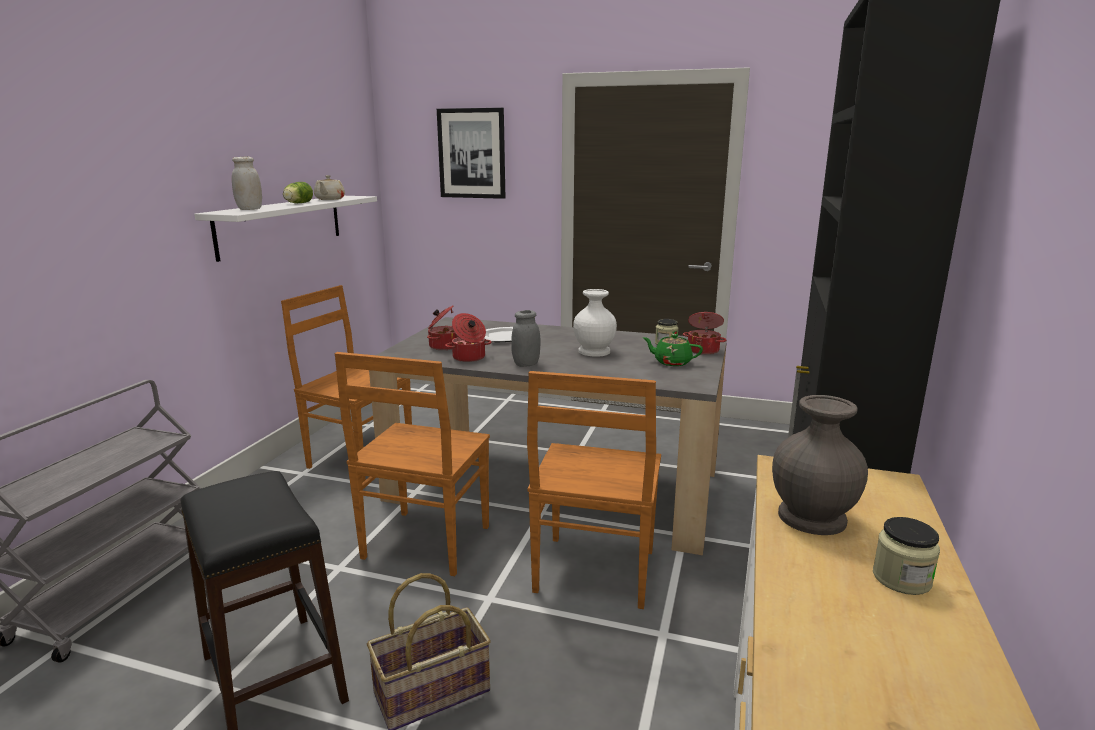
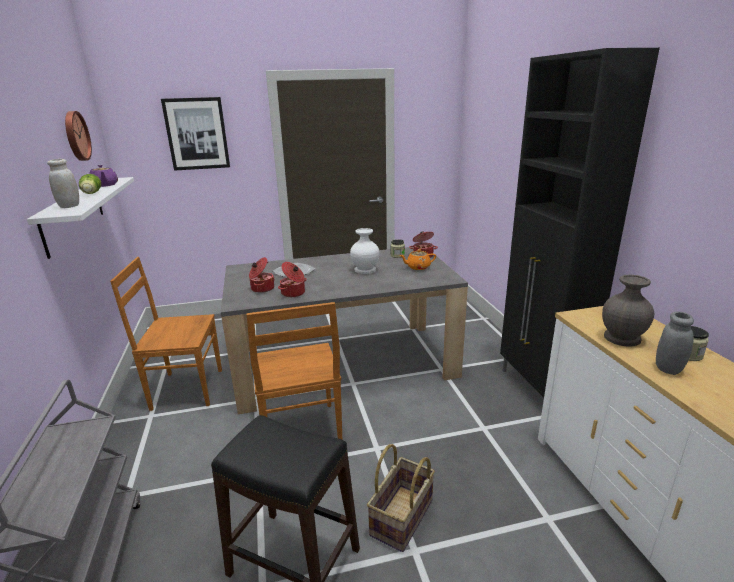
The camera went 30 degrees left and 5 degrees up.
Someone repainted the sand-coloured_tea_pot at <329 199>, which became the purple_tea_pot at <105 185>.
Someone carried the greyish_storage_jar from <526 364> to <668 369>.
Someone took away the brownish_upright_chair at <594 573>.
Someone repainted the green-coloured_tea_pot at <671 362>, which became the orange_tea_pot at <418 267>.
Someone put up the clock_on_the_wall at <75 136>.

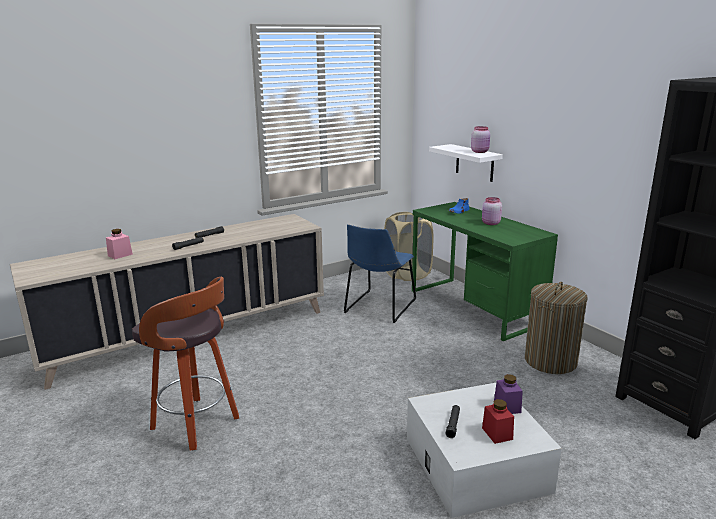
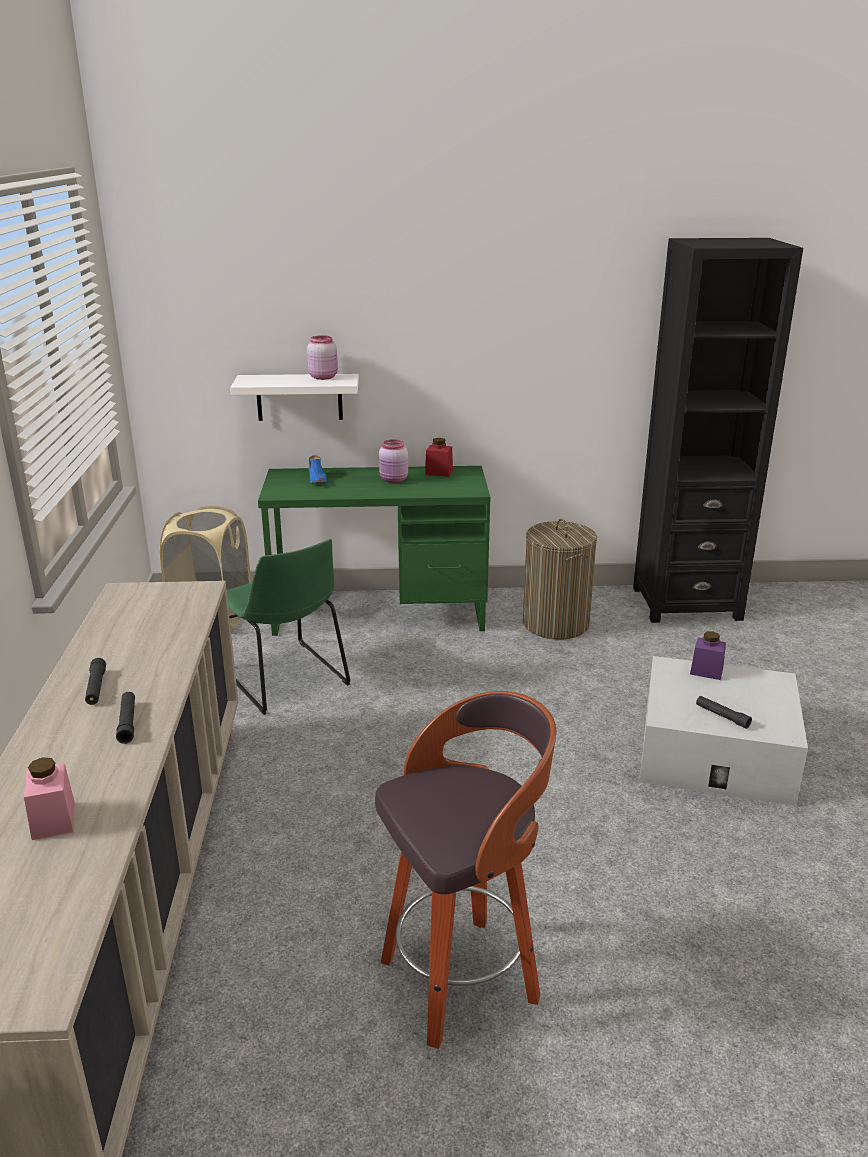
The camera went 60 degrees left and 5 degrees up.
Someone repainted the blue-coloured_upright_chair at <379 307>, which became the green-coloured_upright_chair at <286 679>.
Someone carried the red_storage_jar from <497 433> to <439 472>.

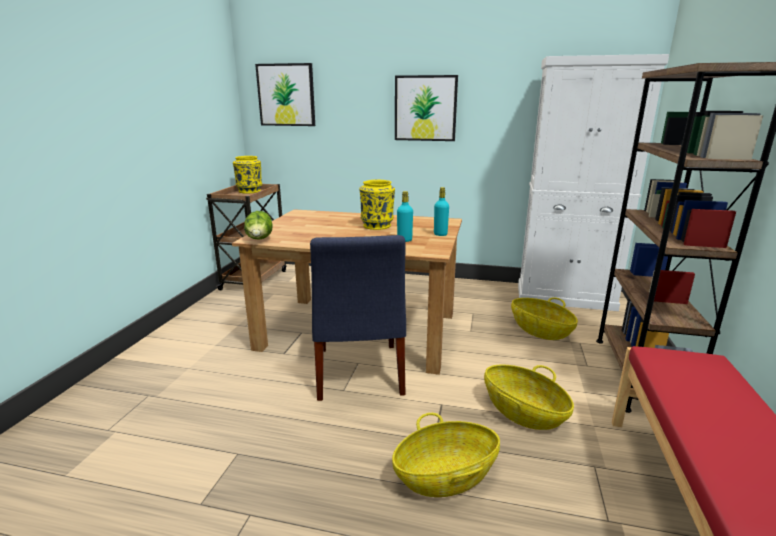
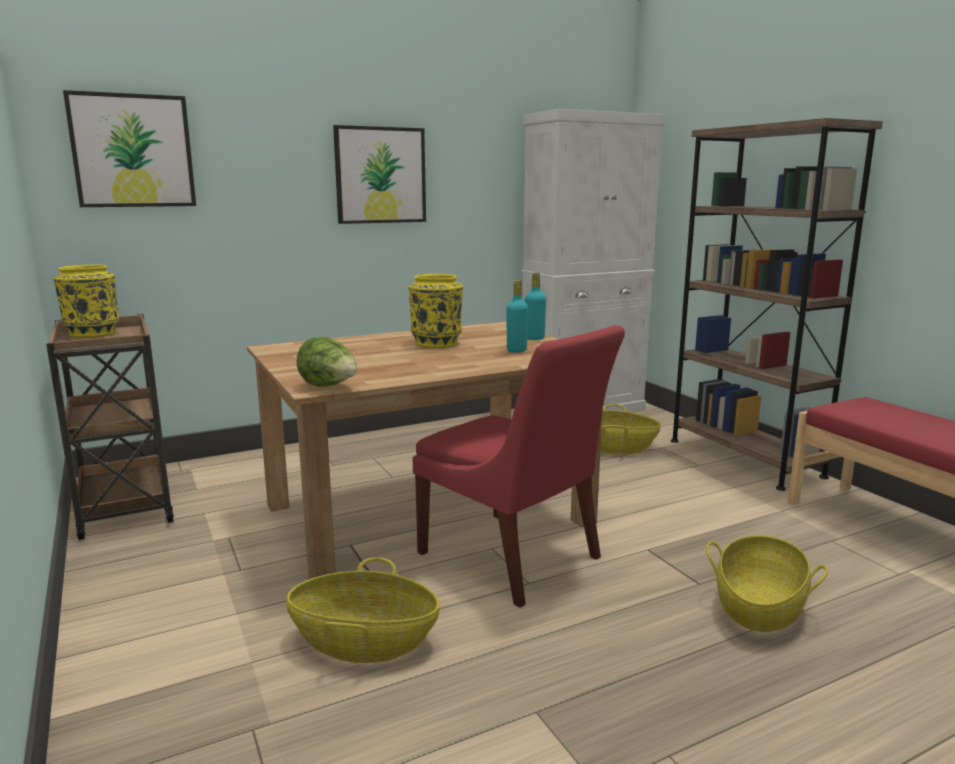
The camera went 40 degrees left and 5 degrees down.
Someone repainted the blue-coloured_upright_chair at <358 374>, which became the red_upright_chair at <513 559>.
Someone carried the storage_basket from <523 412> to <364 642>.

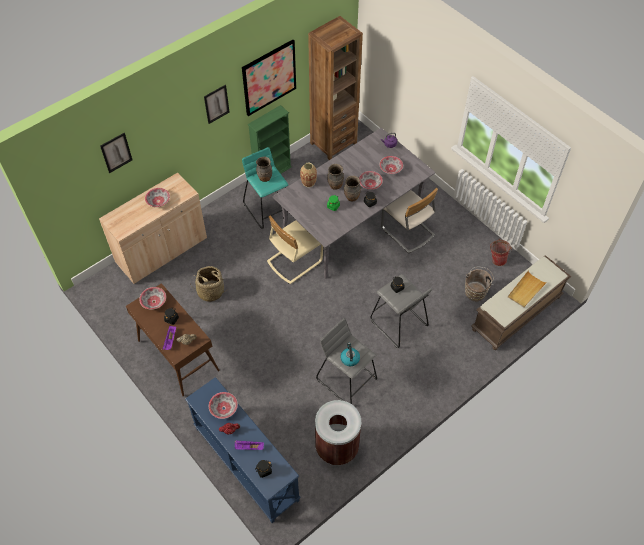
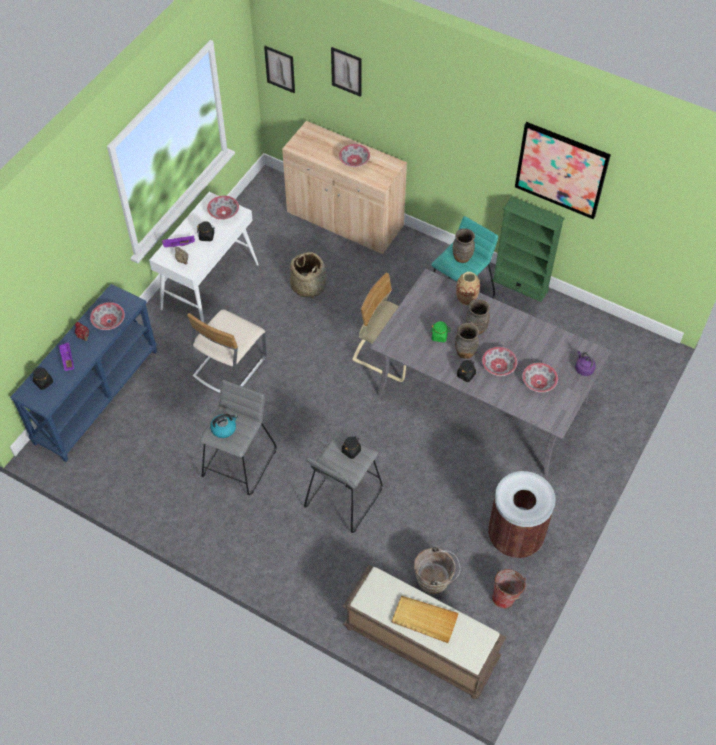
The camera went 70 degrees right and 0 degrees up.
Someone repainted the brownish_console_table at <177 355>, which became the white_console_table at <210 286>.
Someone carried the wall_art from <216 104> to <280 69>.
Someone took away the brownish_shelving_unit at <333 143>.
Someone carried the brownish_rubbish_bin from <336 447> to <515 536>.
Someone carried the sand-coloured_upright_chair from <407 232> to <229 367>.

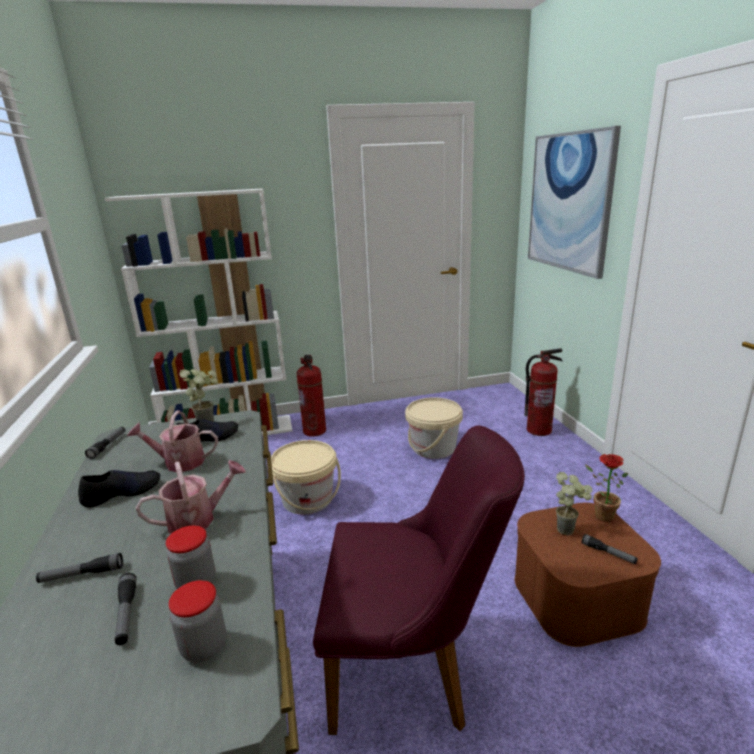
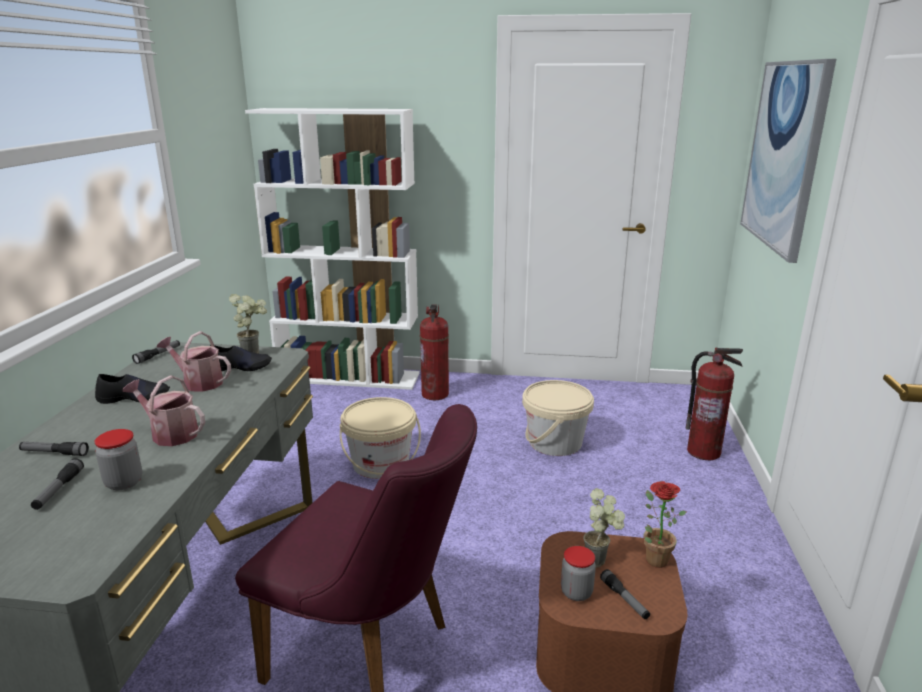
The camera went 20 degrees right and 0 degrees up.
Someone rotated the sprinkling_can at <198 519> by 150 degrees counterclockwise.
Someone carried the storage_jar from <204 646> to <576 592>.

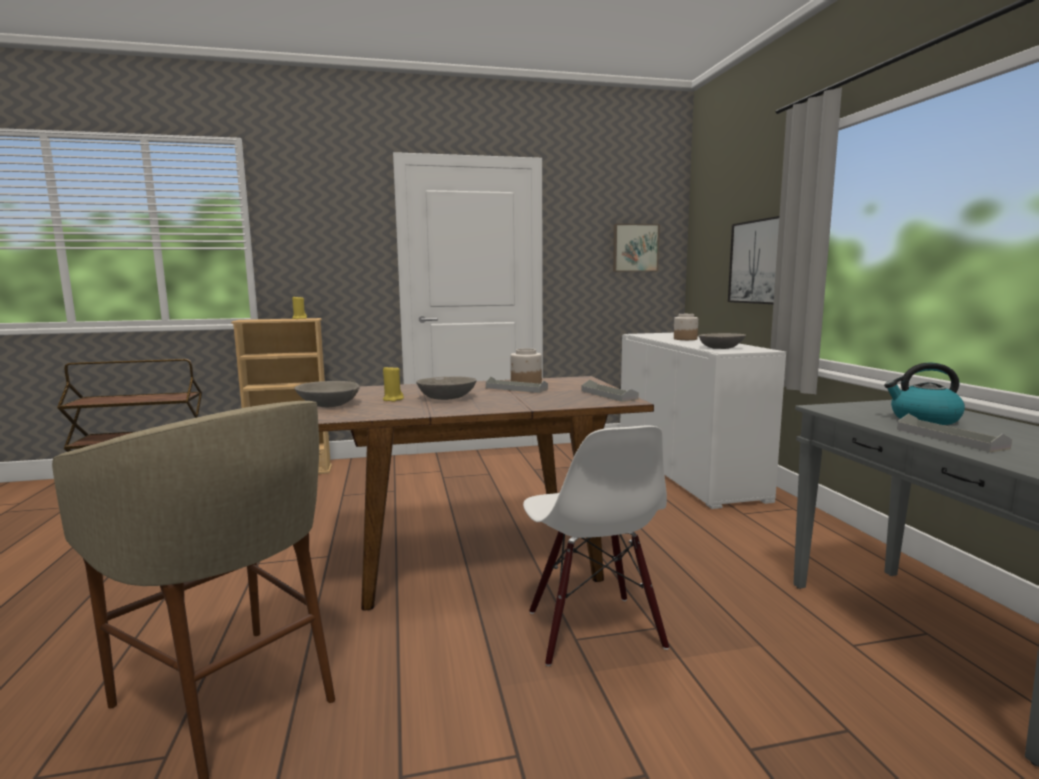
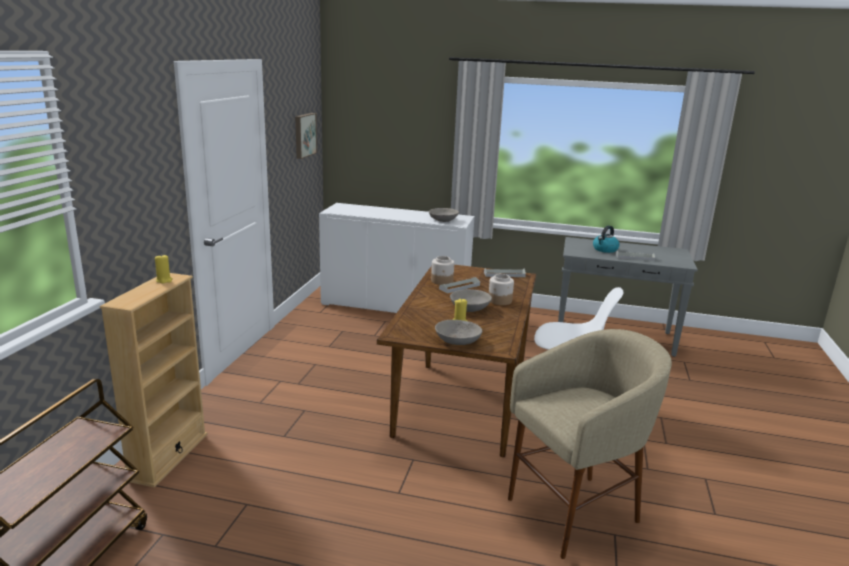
The camera went 65 degrees left and 10 degrees up.
Someone carried the storage_jar from <685 339> to <500 301>.
Someone took away the wall_art at <757 262>.

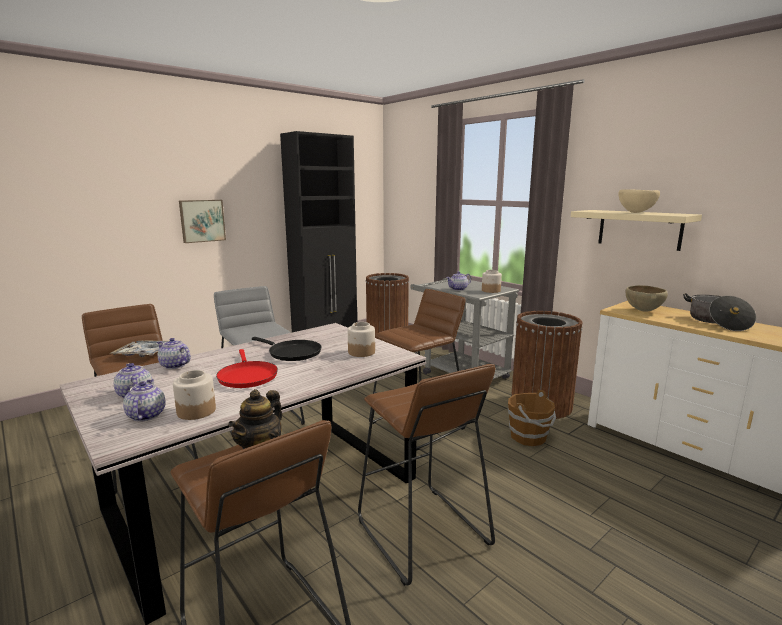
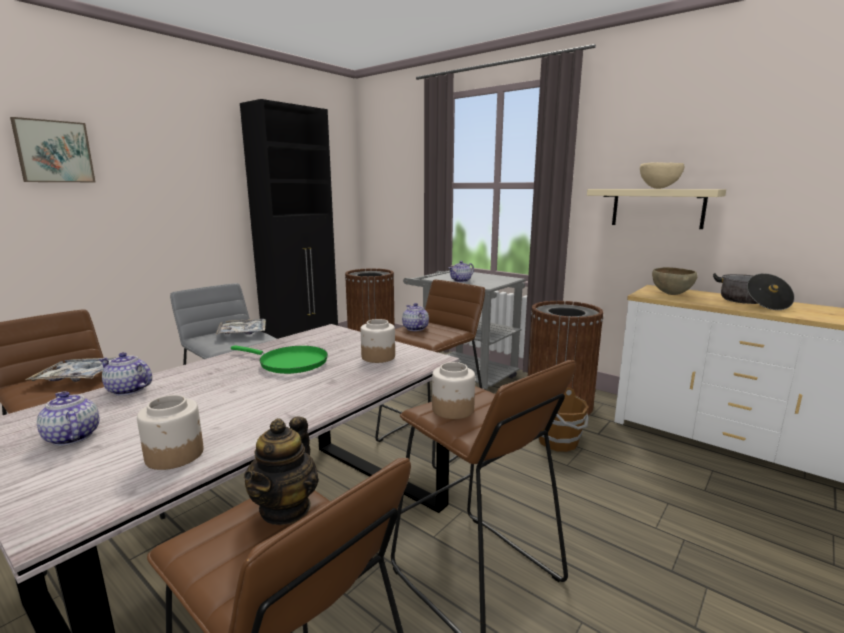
The camera went 10 degrees left and 0 degrees up.
Someone carried the tea_pot from <146 415> to <415 328>.
Someone carried the wall_art from <202 220> to <54 152>.
Someone took away the red_skillet at <247 376>.
Someone repainted the black_skillet at <292 353>, which became the green-coloured_skillet at <289 363>.
Someone carried the storage_jar from <490 290> to <452 409>.
Someone put down the carrying_tray at <242 332>.

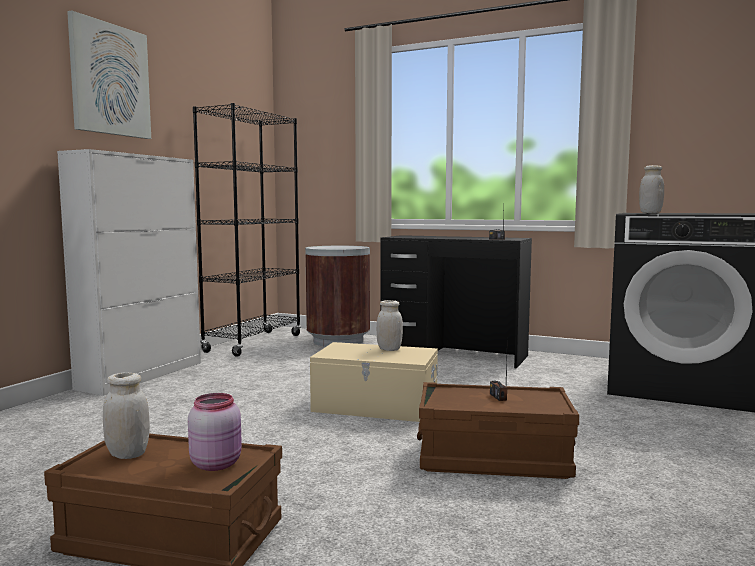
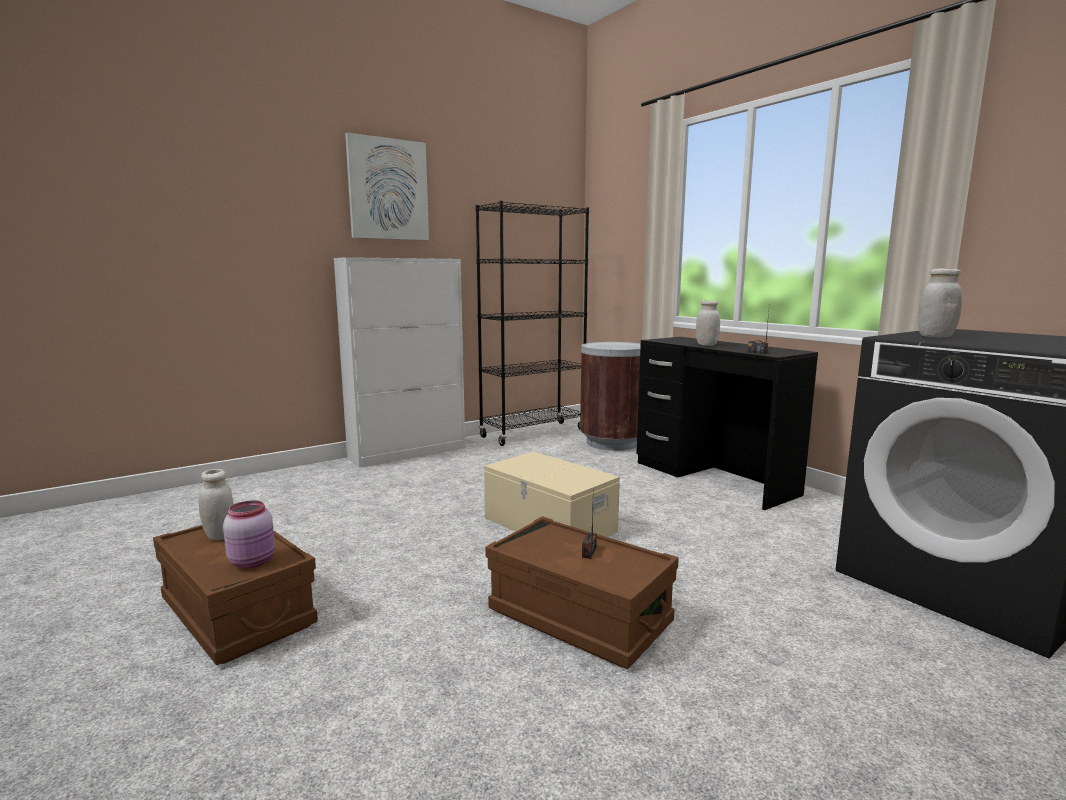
The camera went 30 degrees right and 5 degrees up.
Someone carried the white_storage_jar from <389 349> to <706 345>.

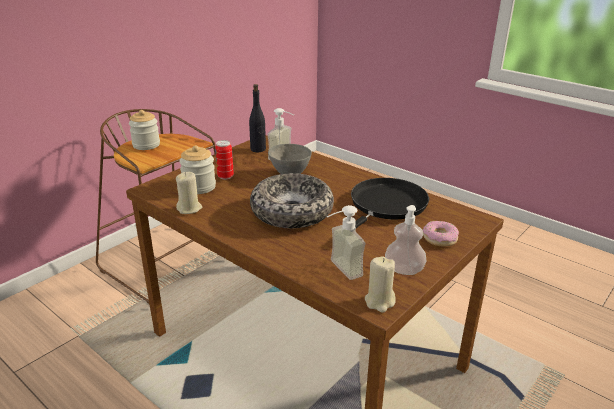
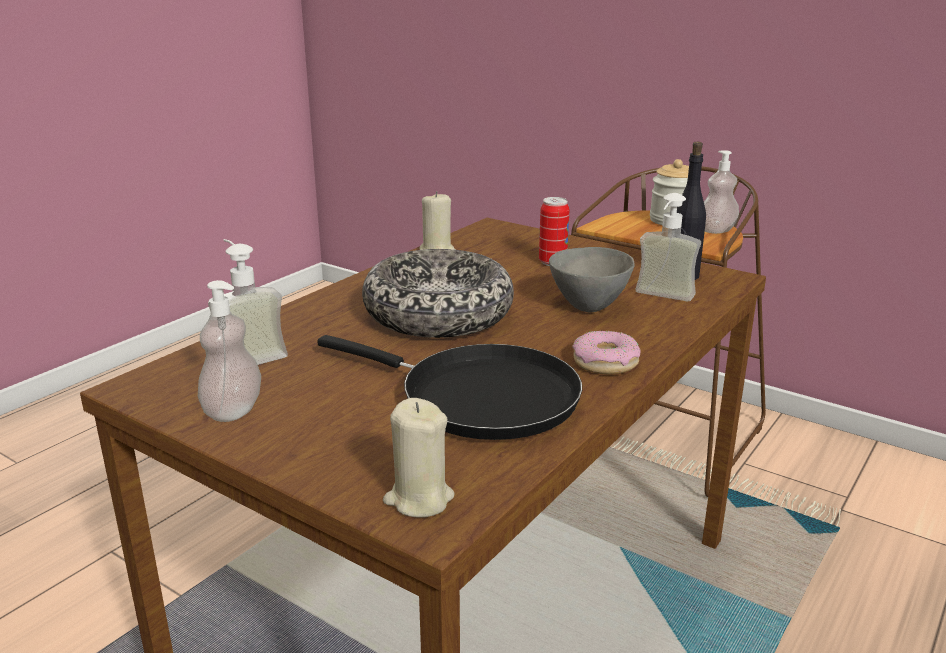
The camera went 85 degrees right and 5 degrees down.
Someone took away the storage_jar at <199 187>.
Someone carried the sand-coloured_wax_candle from <379 301> to <418 499>.
Someone carried the ring_doughnut from <440 238> to <605 362>.
Someone put down the soap_bottle at <716 230>.

